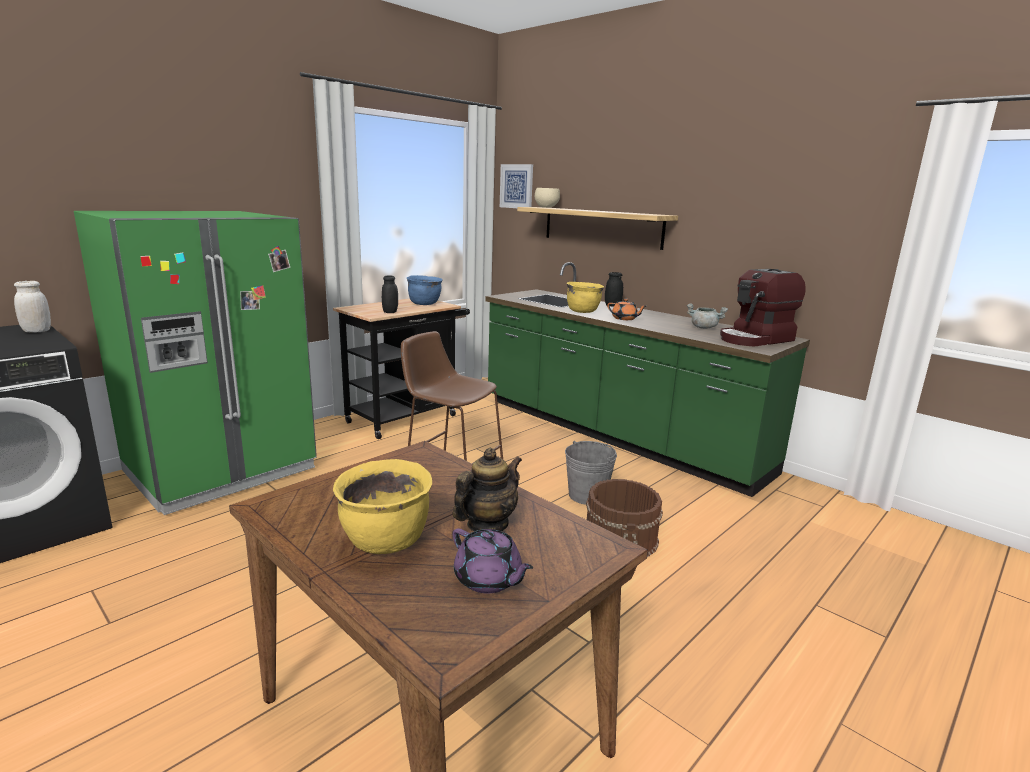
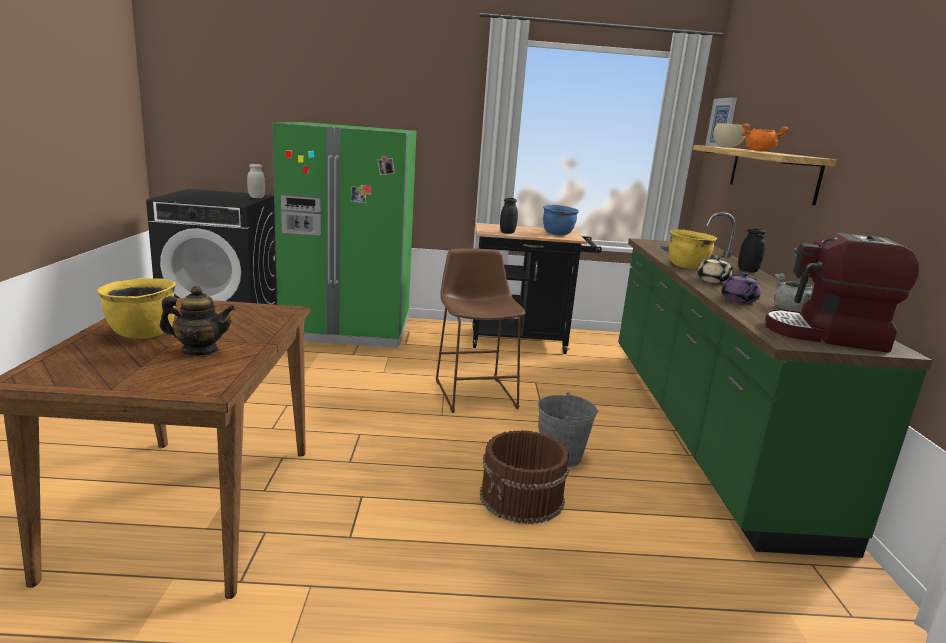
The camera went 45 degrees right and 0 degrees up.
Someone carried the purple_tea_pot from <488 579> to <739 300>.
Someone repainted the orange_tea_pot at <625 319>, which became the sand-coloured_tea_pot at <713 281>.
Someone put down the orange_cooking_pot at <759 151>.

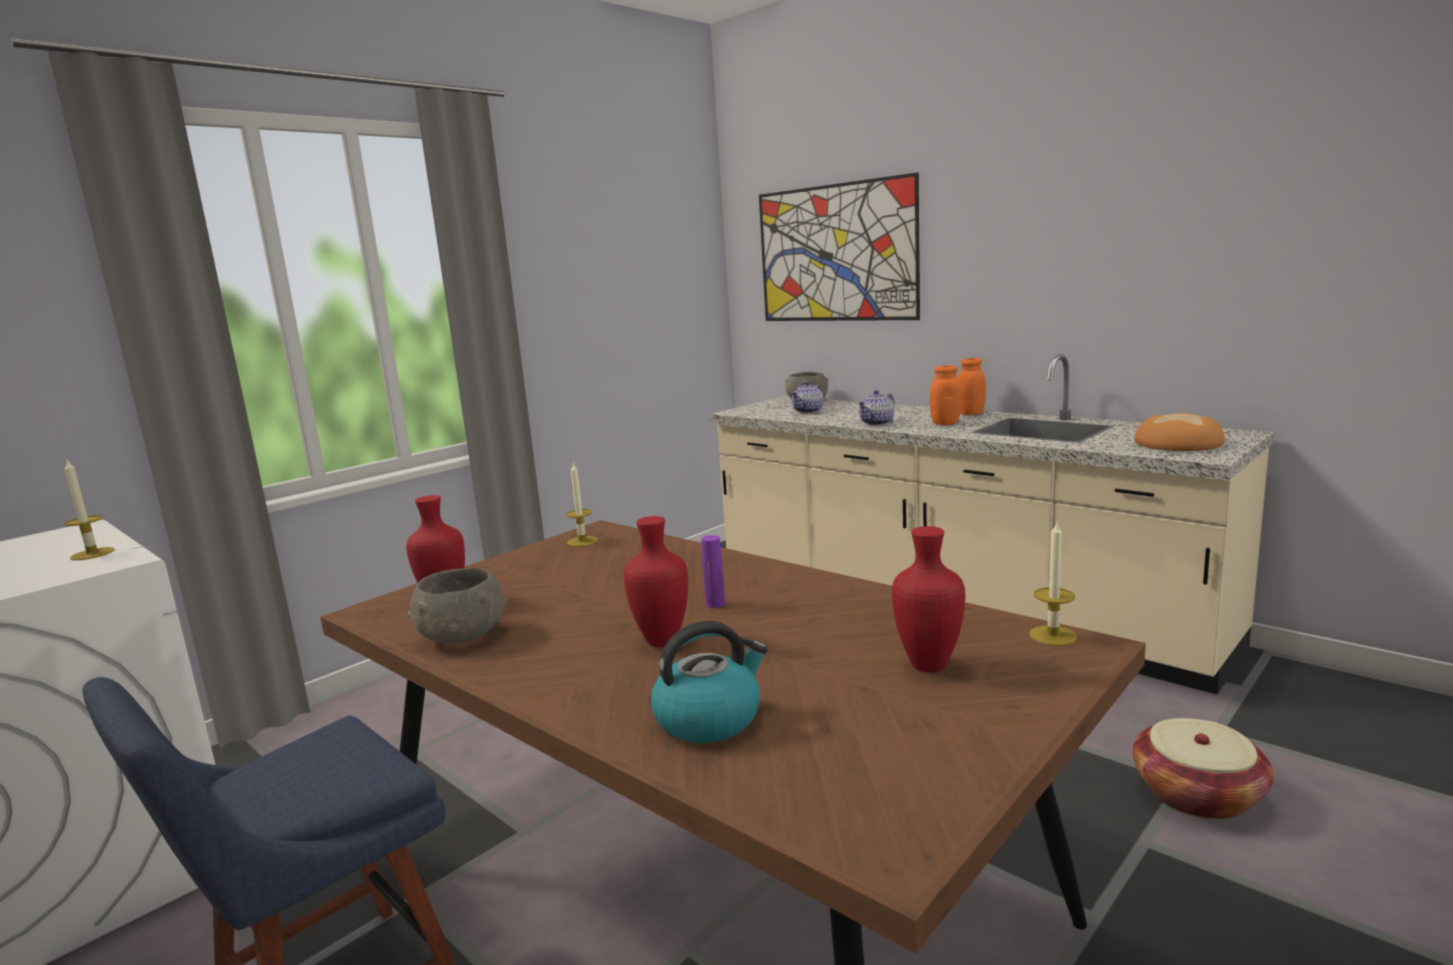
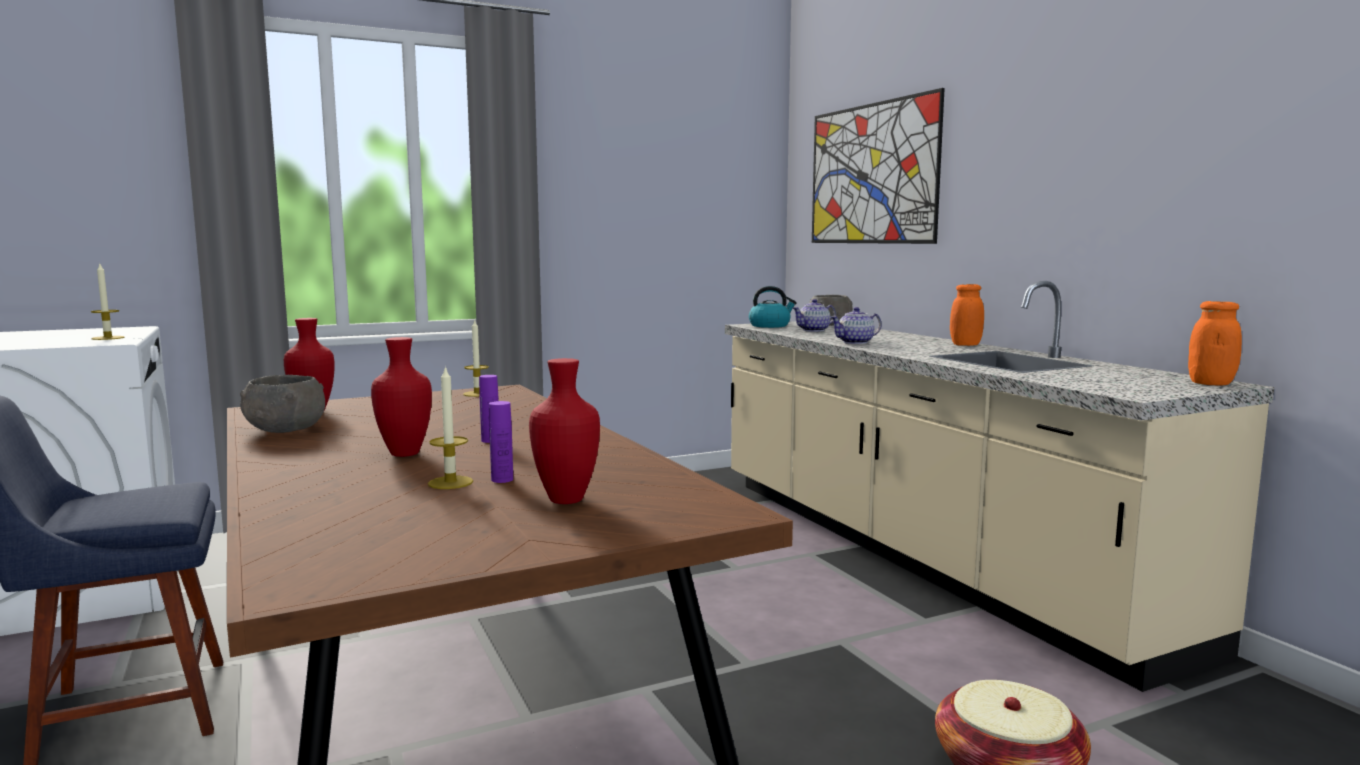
The camera went 20 degrees right and 5 degrees down.
Someone carried the tea_kettle from <709 718> to <770 326>.
Someone carried the orange_storage_jar from <945 423> to <1211 383>.
Someone carried the wax_candle from <1053 636> to <450 482>.
Someone took away the bakery_bread at <1177 443>.
Someone put down the purple_drink_bottle at <502 479>.

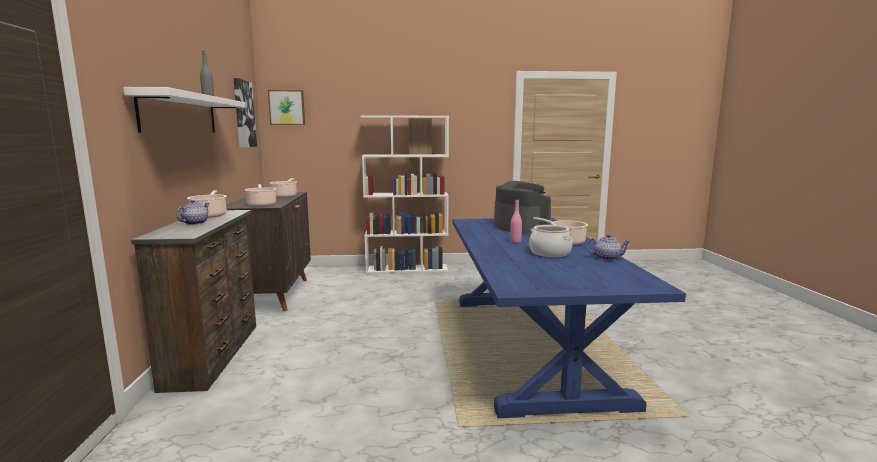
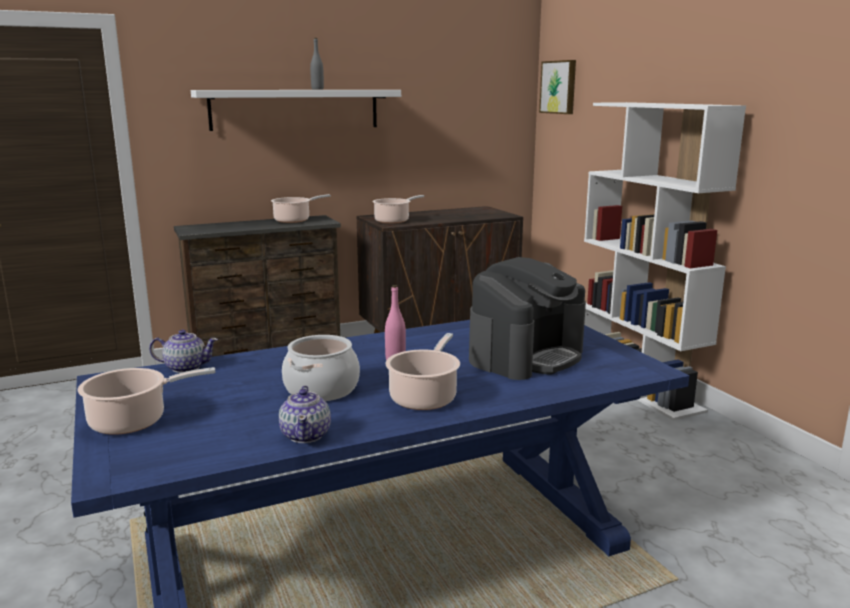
The camera went 70 degrees right and 5 degrees up.
Someone carried the tea_pot from <194 223> to <185 367>.
Someone took away the wall_art at <243 114>.
Someone carried the cooking_pot from <285 196> to <133 421>.

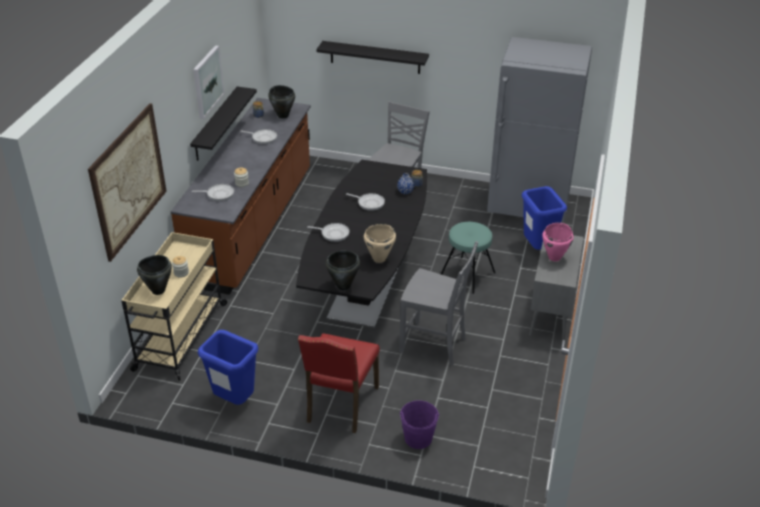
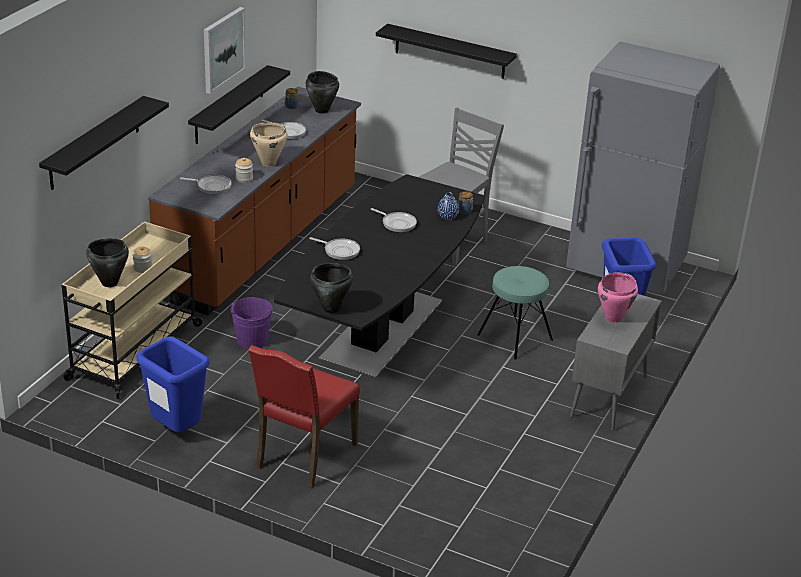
The camera went 10 degrees right and 5 degrees down.
Someone swapped the wall_art at <129 181> for the black_wall_shelf at <94 143>.
Someone carried the sand-coloured_cooking_pot from <379 258> to <268 163>.
Someone took away the greyish_upright_chair at <434 345>.
Someone carried the purple_water_bucket from <418 438> to <252 340>.

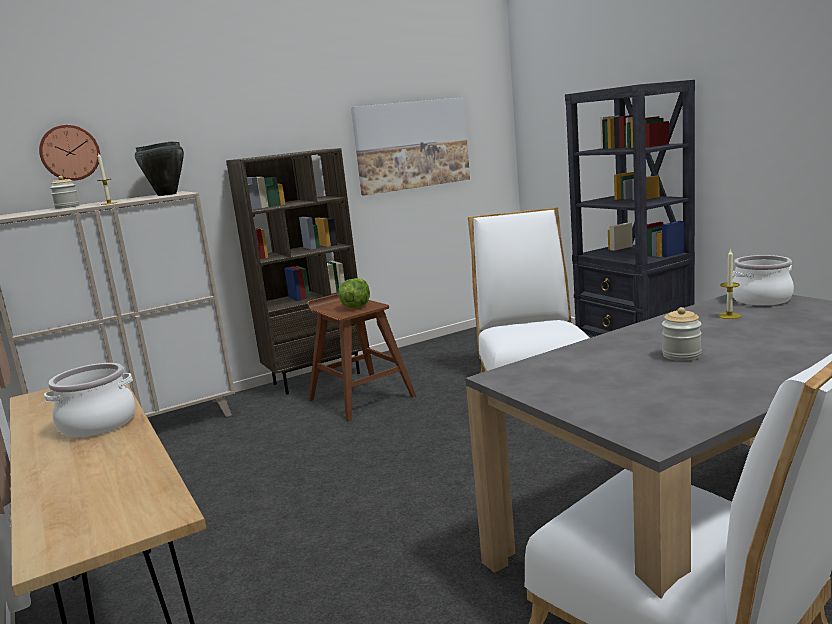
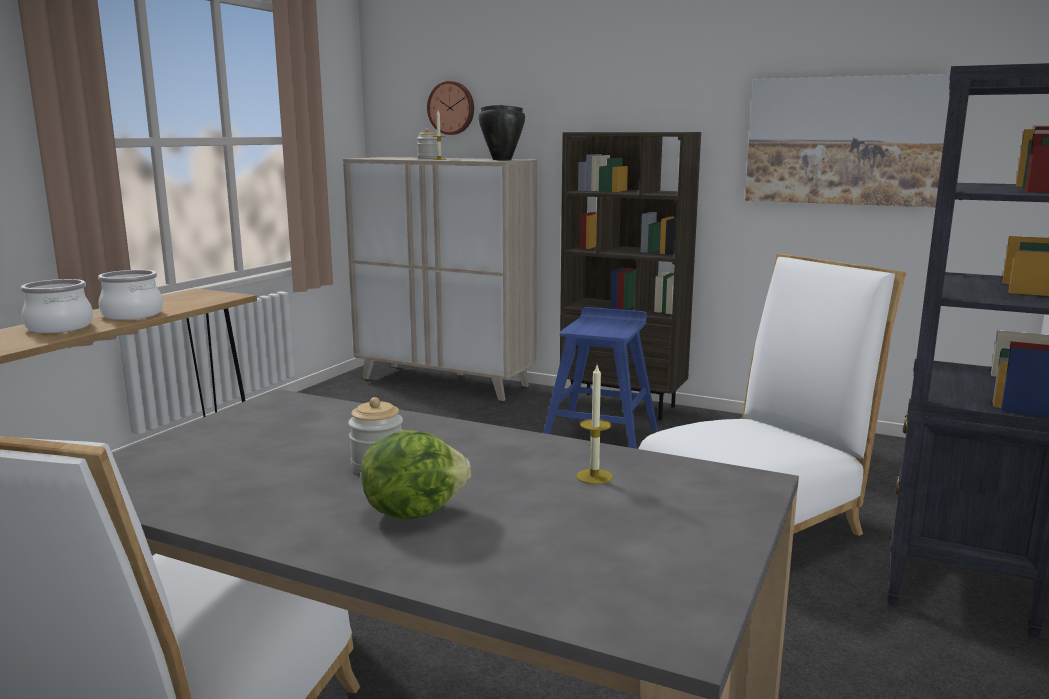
The camera went 55 degrees right and 0 degrees up.
Someone repainted the brownish_stool_seat at <361 397>, which became the blue-coloured_stool_seat at <601 439>.
Someone carried the lettuce from <355 307> to <413 511>.
Someone carried the cooking_pot from <761 299> to <59 327>.

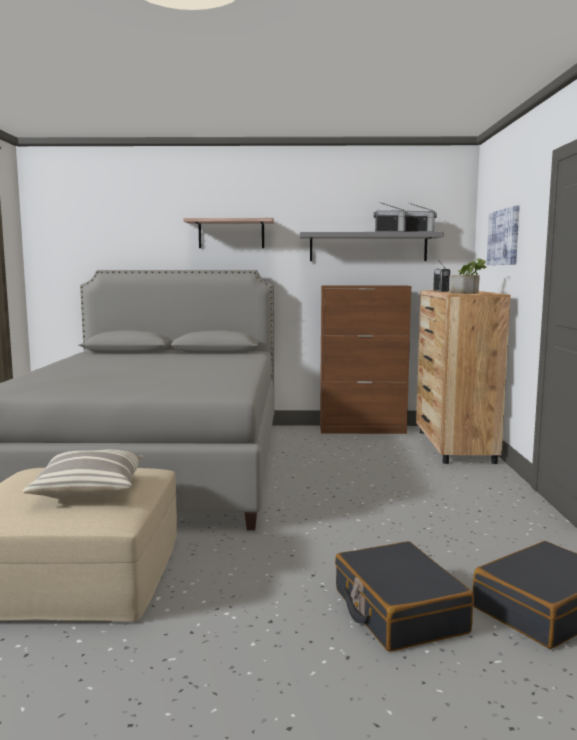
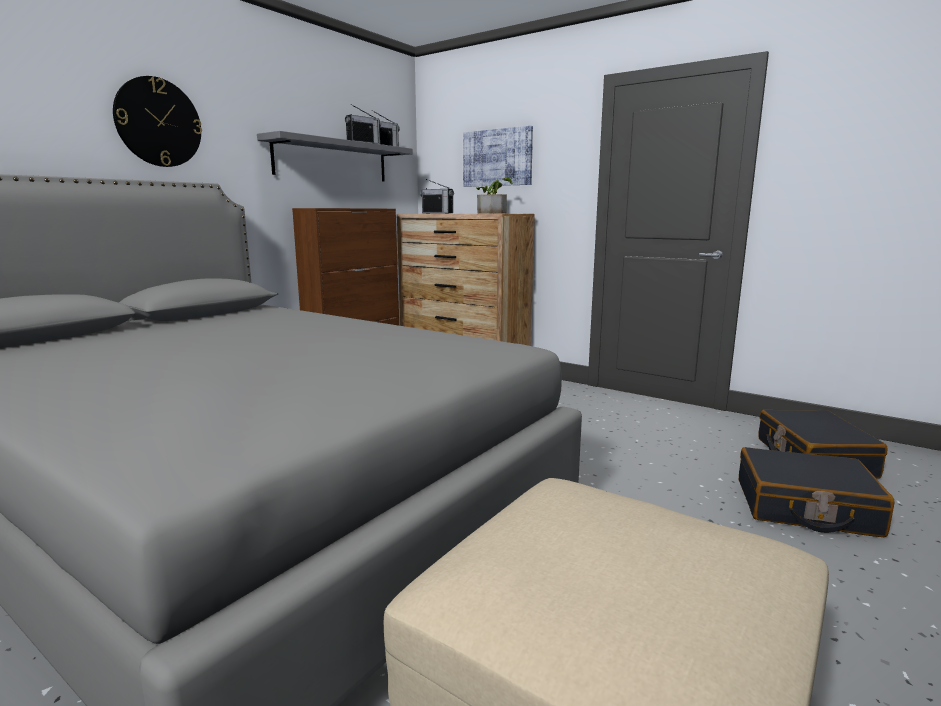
The camera went 55 degrees left and 5 degrees up.
Someone took away the pillow at <89 490>.
Someone swapped the wall_shelf at <231 234> for the clock_on_the_wall at <158 122>.

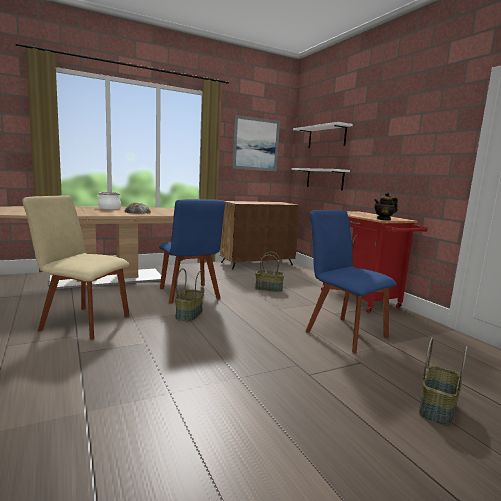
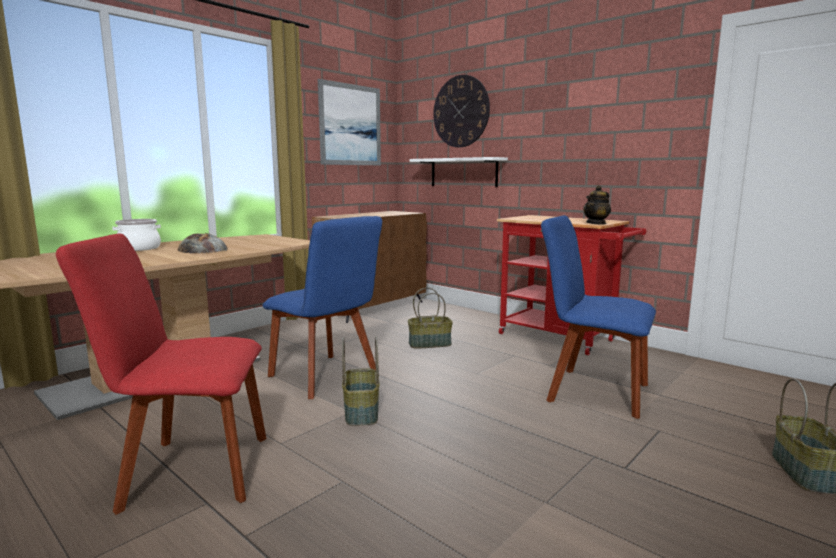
The camera went 20 degrees left and 0 degrees up.
Someone repainted the sand-coloured_upright_chair at <82 322>, which became the red_upright_chair at <190 471>.
Someone swapped the white_wall_shelf at <326 137> for the clock_on_the_wall at <461 111>.

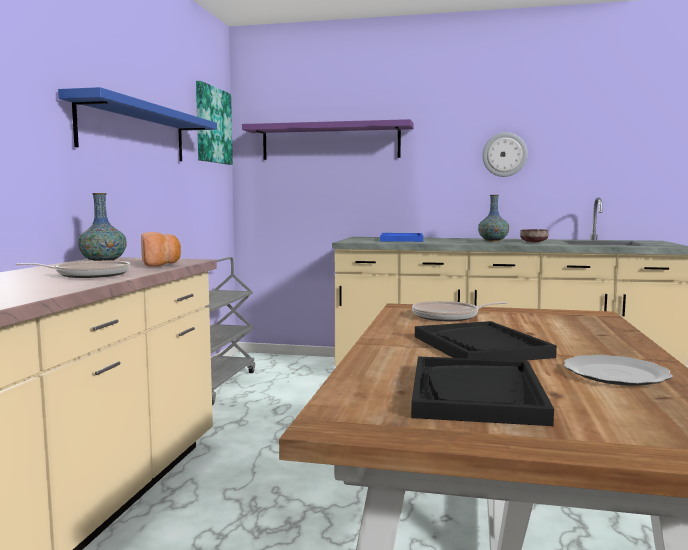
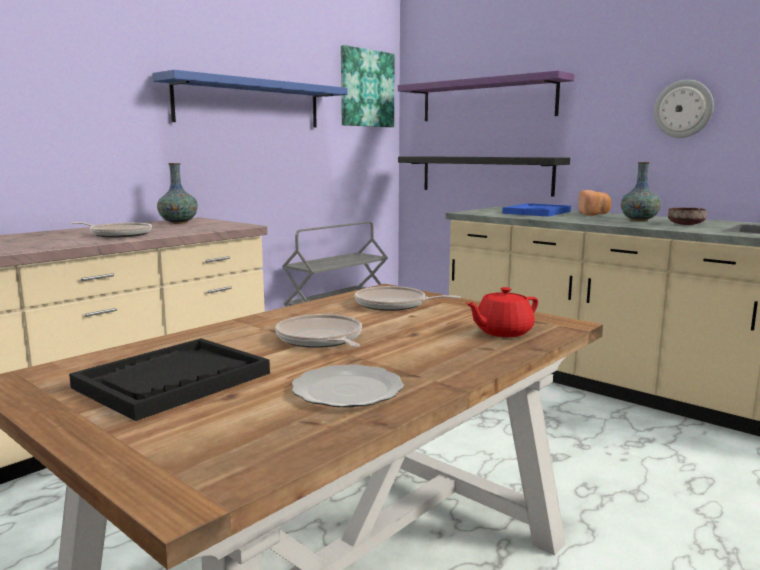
The camera went 30 degrees right and 5 degrees up.
Someone carried the bakery_bread from <161 264> to <594 214>.
Someone swapped the black_carrying_tray at <480 346> for the skillet at <320 339>.
Someone put up the black_wall_shelf at <485 175>.
Someone put down the red_tea_pot at <502 332>.

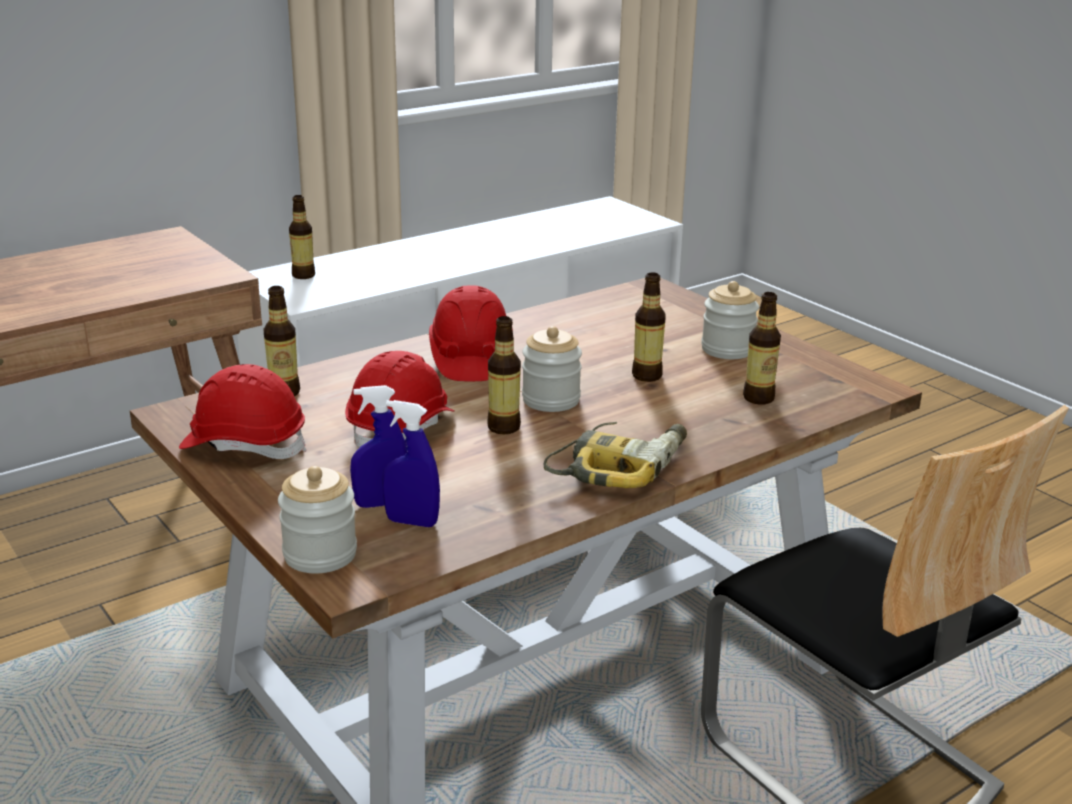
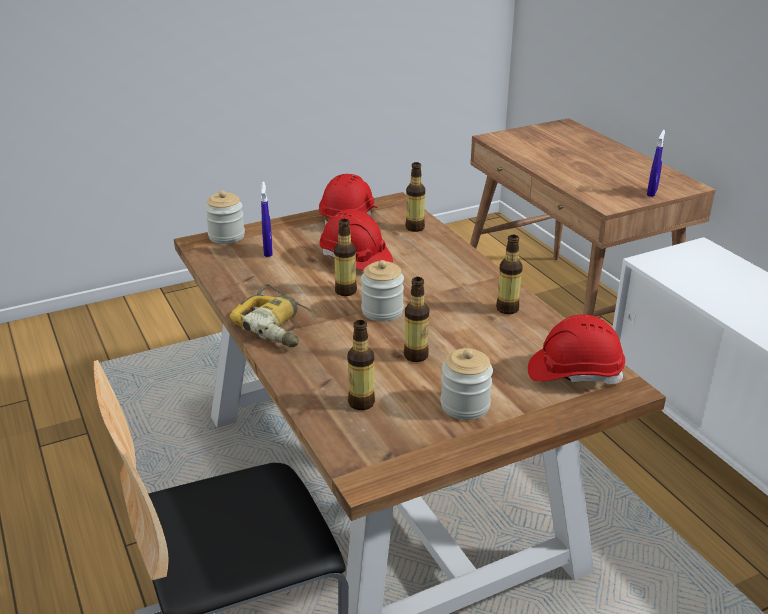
The camera went 100 degrees right and 5 degrees up.
Someone carried the drink_bottle from <303 275> to <507 309>.
Someone carried the blue-coloured_sprayer from <412 522> to <652 193>.
Someone carried the red_safety_helmet from <470 359> to <574 373>.

